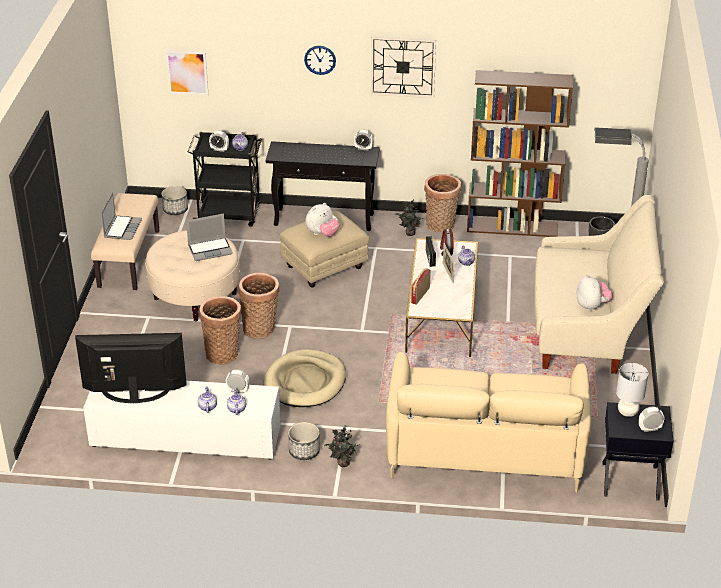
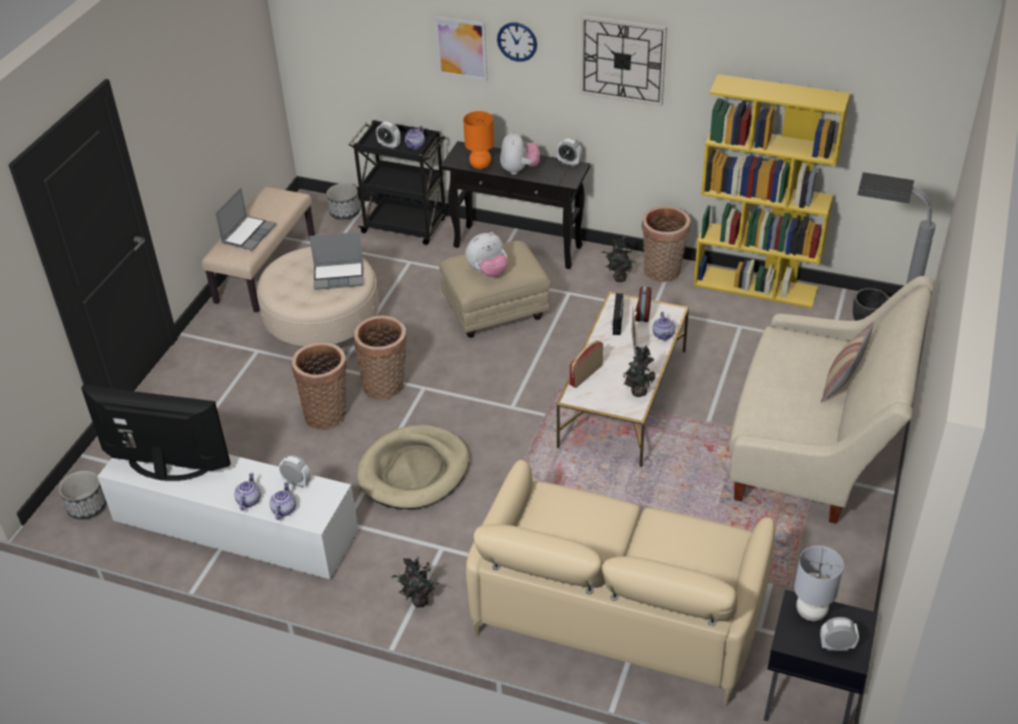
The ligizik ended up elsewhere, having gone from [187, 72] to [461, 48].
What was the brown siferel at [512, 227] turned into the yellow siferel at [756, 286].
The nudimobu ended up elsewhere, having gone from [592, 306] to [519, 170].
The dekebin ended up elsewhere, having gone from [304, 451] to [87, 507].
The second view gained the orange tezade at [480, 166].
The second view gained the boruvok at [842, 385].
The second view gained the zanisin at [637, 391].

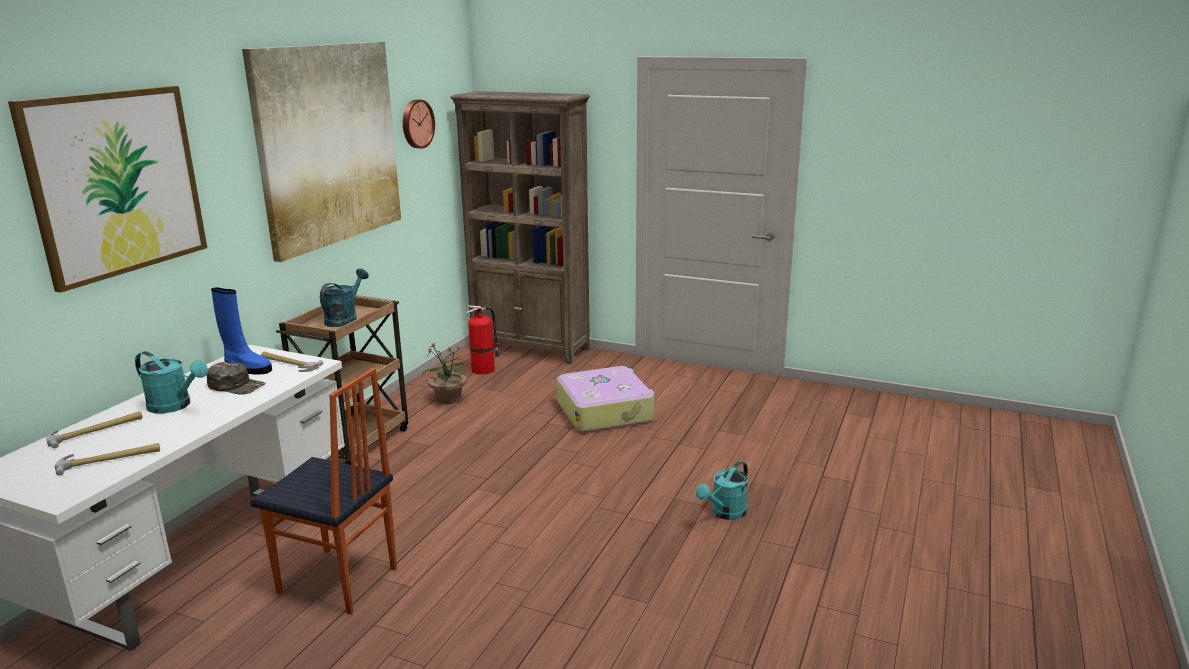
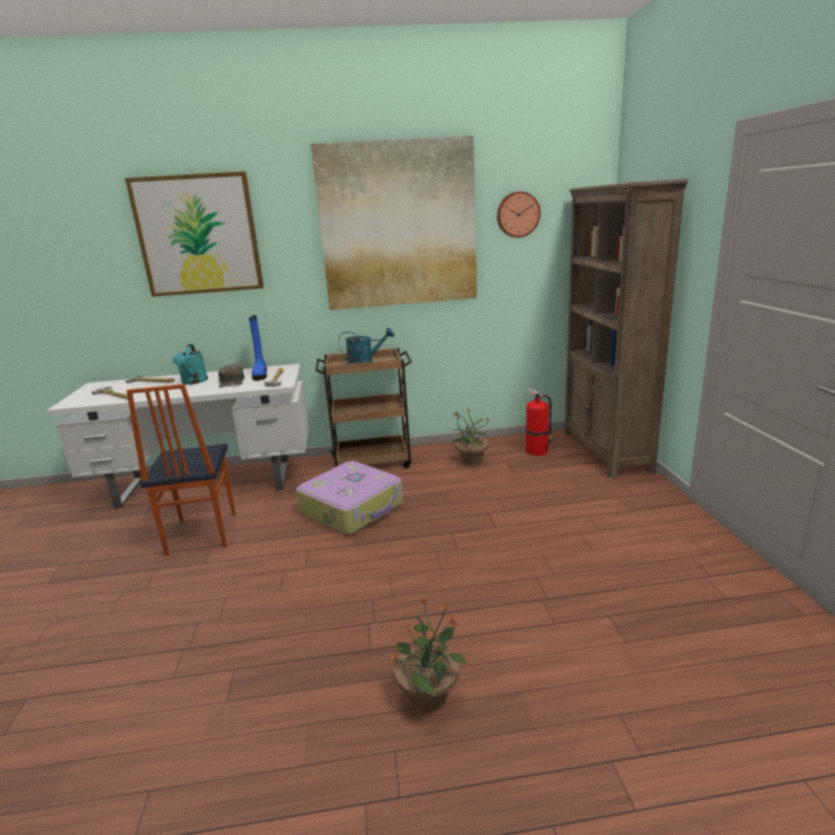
The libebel ended up elsewhere, having gone from [605, 411] to [353, 508].
Where the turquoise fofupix stood at [725, 513], the zanisin came to stand at [429, 694].

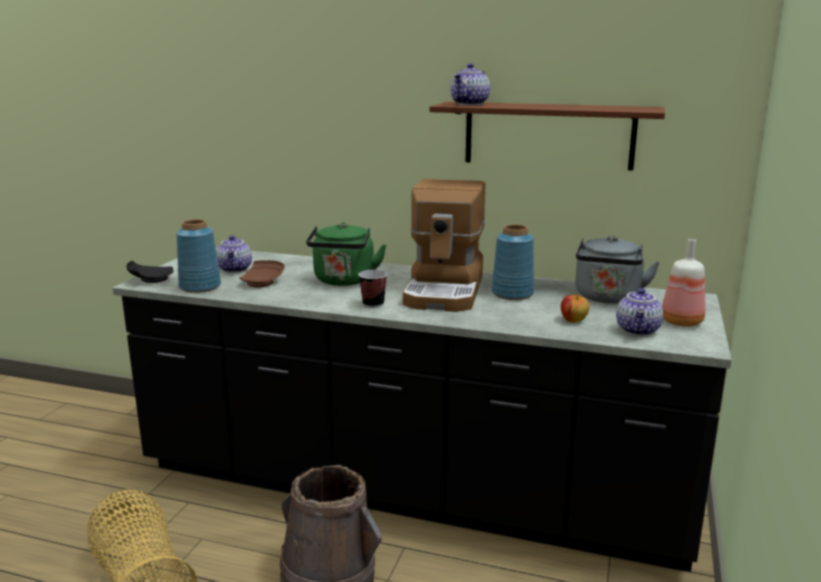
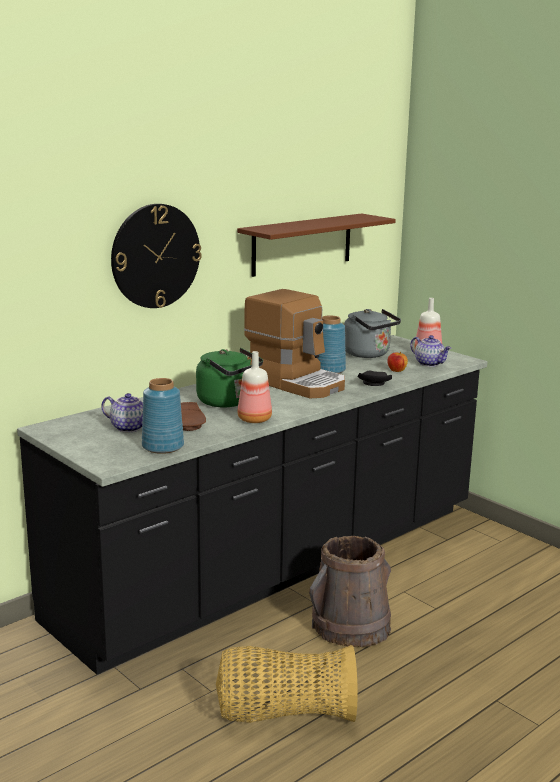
The second view lost the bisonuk at [470, 104].
The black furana ended up elsewhere, having gone from [150, 279] to [373, 384].
The second view lost the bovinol at [373, 304].
The second view gained the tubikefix at [155, 256].
The second view gained the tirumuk at [255, 420].

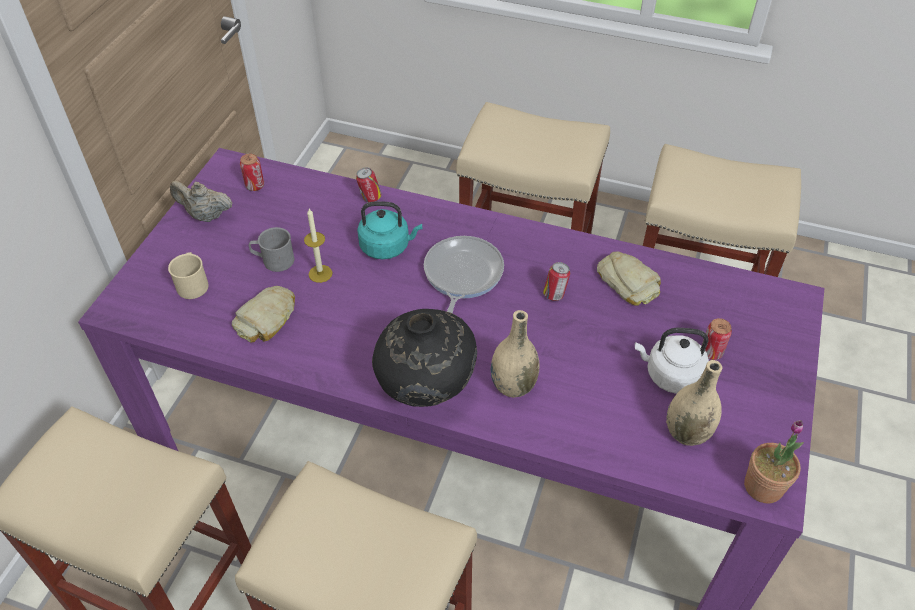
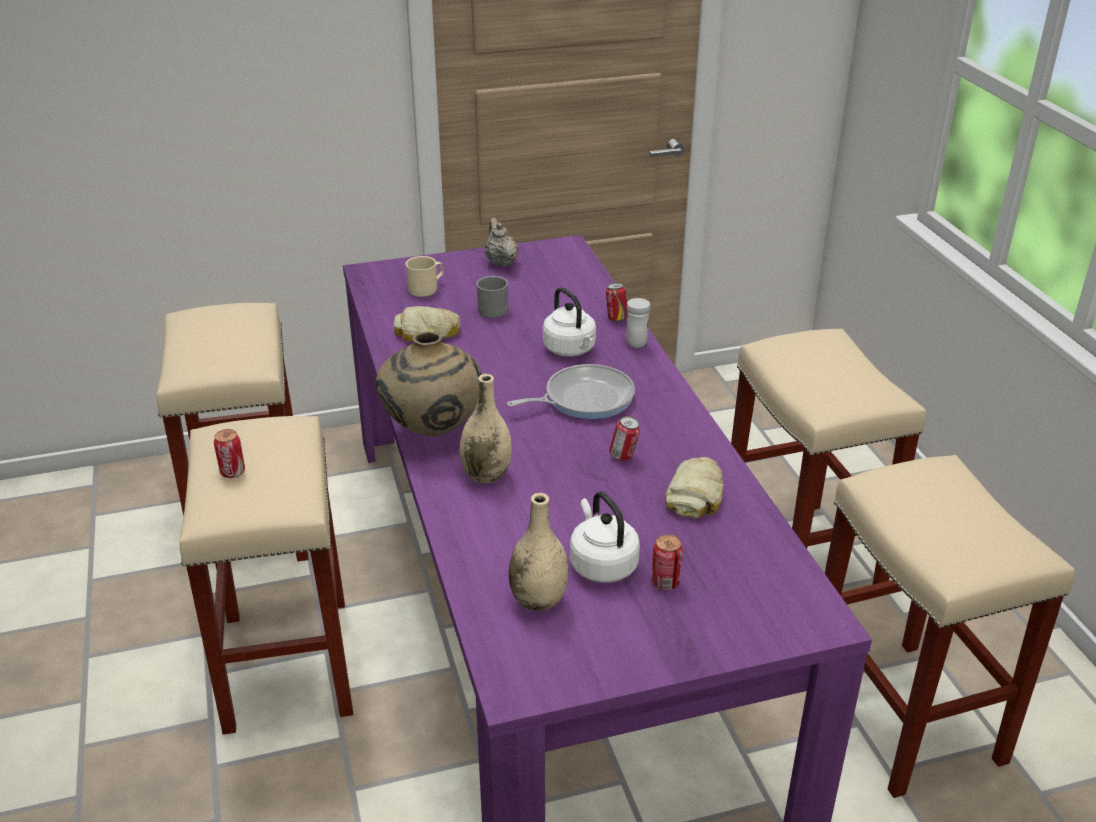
The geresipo ended up elsewhere, having gone from [255, 186] to [232, 472].
What was the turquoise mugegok at [387, 247] turned into the white mugegok at [571, 350].
The second view lost the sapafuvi at [320, 273].
What was the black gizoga at [425, 391] turned into the beige gizoga at [432, 432].
The second view lost the zanisin at [763, 486].
The second view gained the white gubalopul at [636, 341].

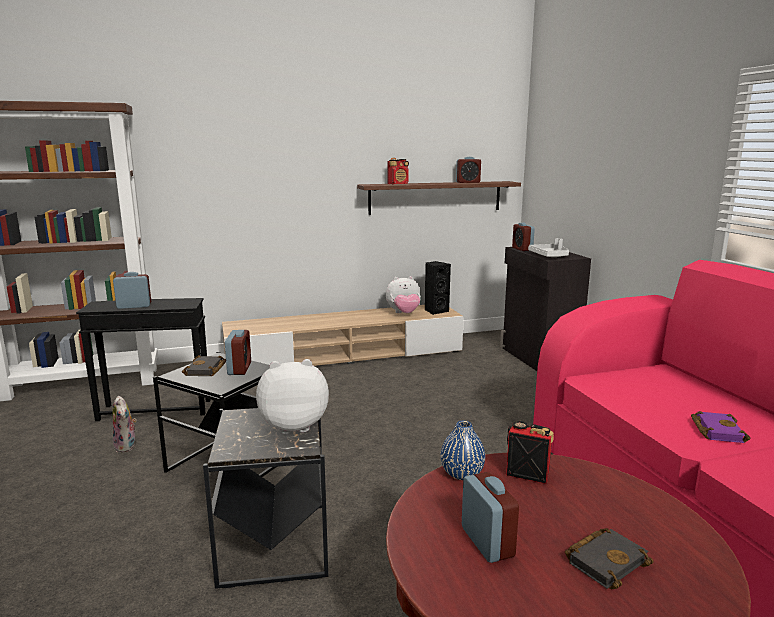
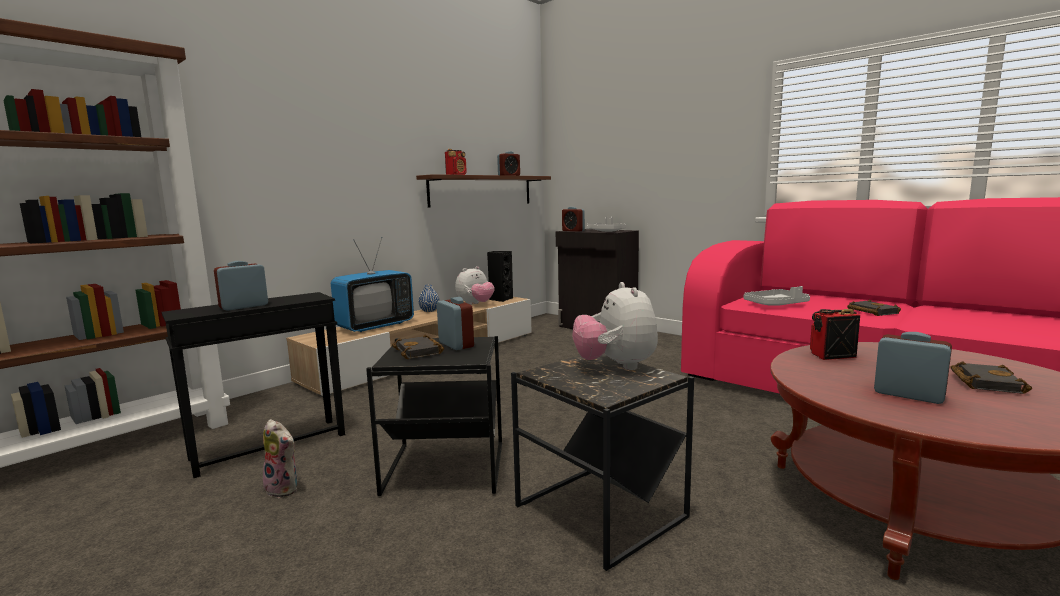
The nudimobu at [294, 425] ended up facing another way, 60 degrees counterclockwise from before.
What was the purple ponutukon at [715, 430] turned into the black ponutukon at [870, 311].
The blue gizoga ended up elsewhere, having gone from [462, 473] to [429, 310].
The second view gained the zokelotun at [375, 326].
The second view gained the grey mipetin at [776, 305].

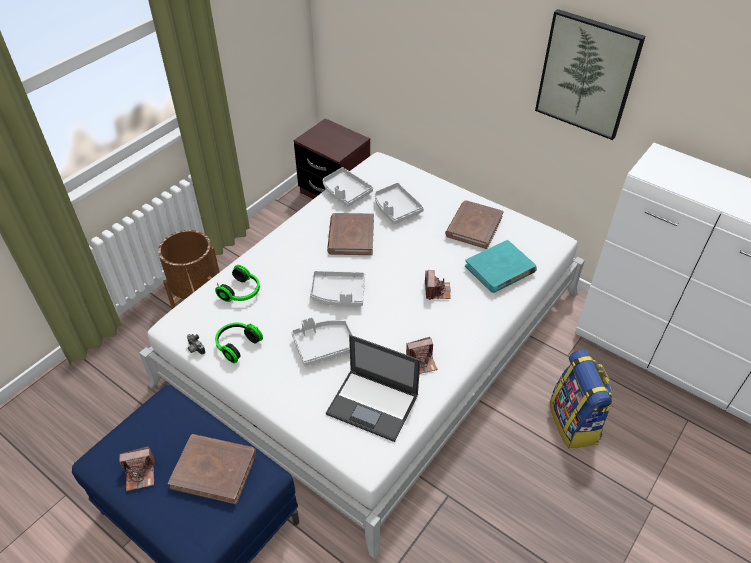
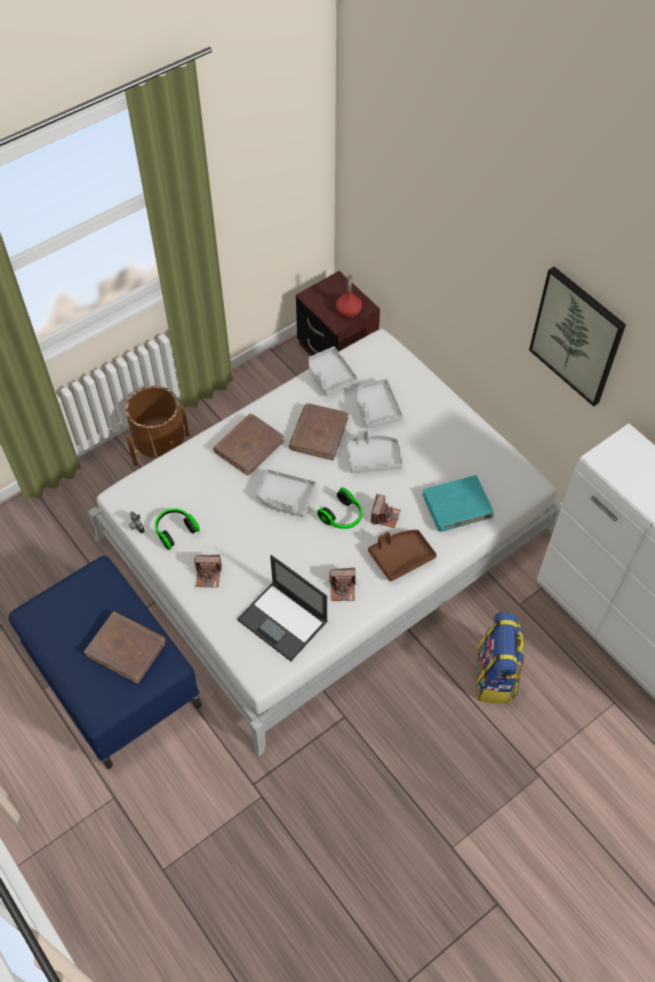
The brown ponutukon ended up elsewhere, having gone from [474, 226] to [248, 446].
The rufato ended up elsewhere, having gone from [242, 292] to [343, 516].
The grey mipetin ended up elsewhere, having gone from [324, 345] to [373, 457].
The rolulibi ended up elsewhere, having gone from [140, 474] to [208, 575].
The second view gained the red tirumuk at [349, 311].
The second view gained the brown mipetin at [401, 557].

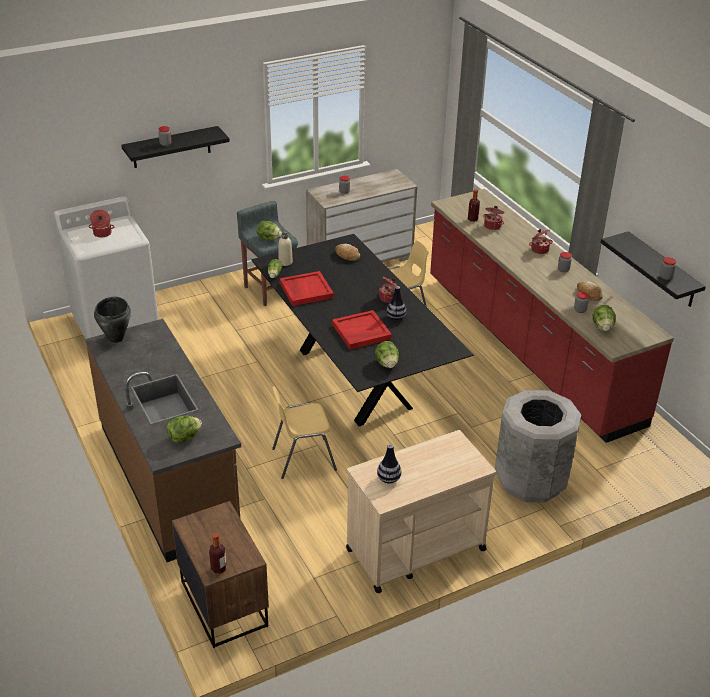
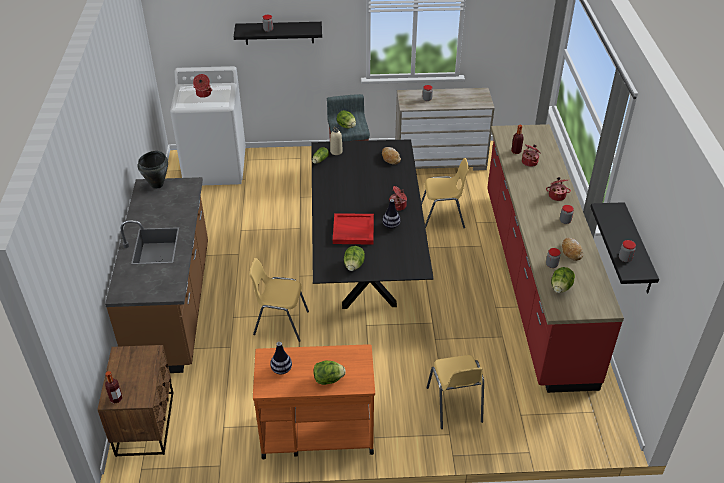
The second view lost the red mipetin at [305, 290].
Where the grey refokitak stood at [531, 481], the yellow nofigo came to stand at [454, 405].
The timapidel ended up elsewhere, having gone from [184, 438] to [328, 379].
What was the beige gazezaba at [414, 550] turned into the orange gazezaba at [316, 432].

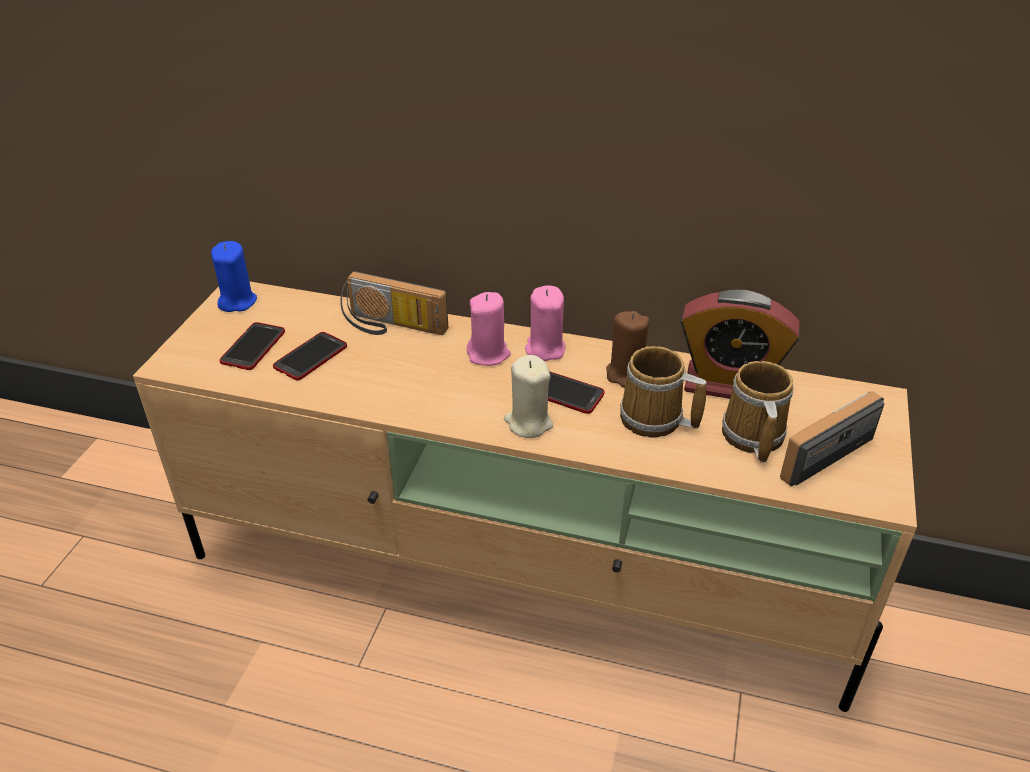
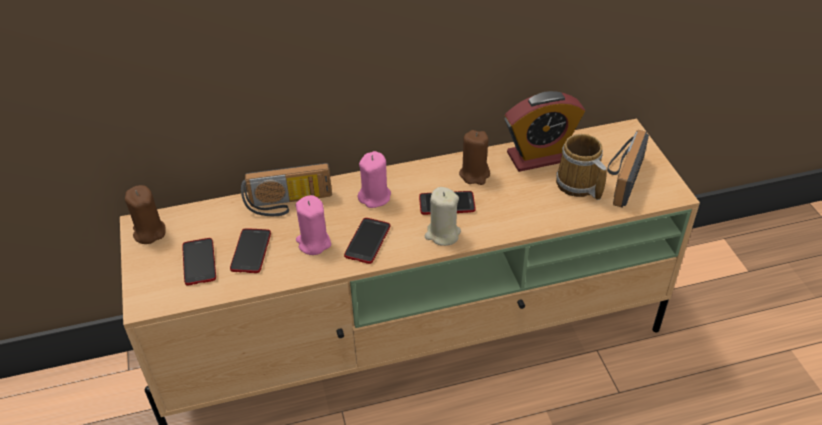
What was the blue sapafuvi at [237, 301] turned into the brown sapafuvi at [149, 232].
The pink sapafuvi ended up elsewhere, having gone from [544, 349] to [313, 243].
The second view lost the gubalopul at [654, 420].
The second view gained the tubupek at [367, 241].

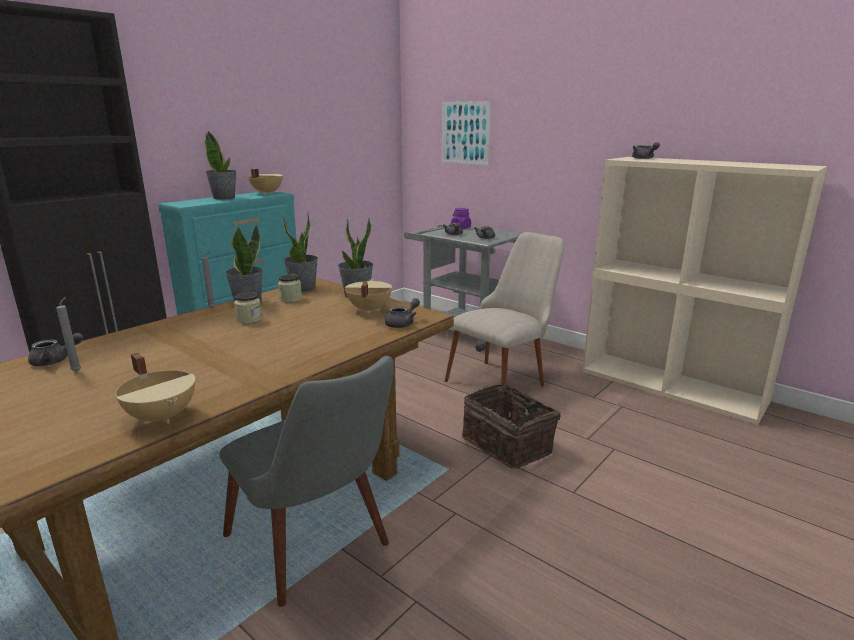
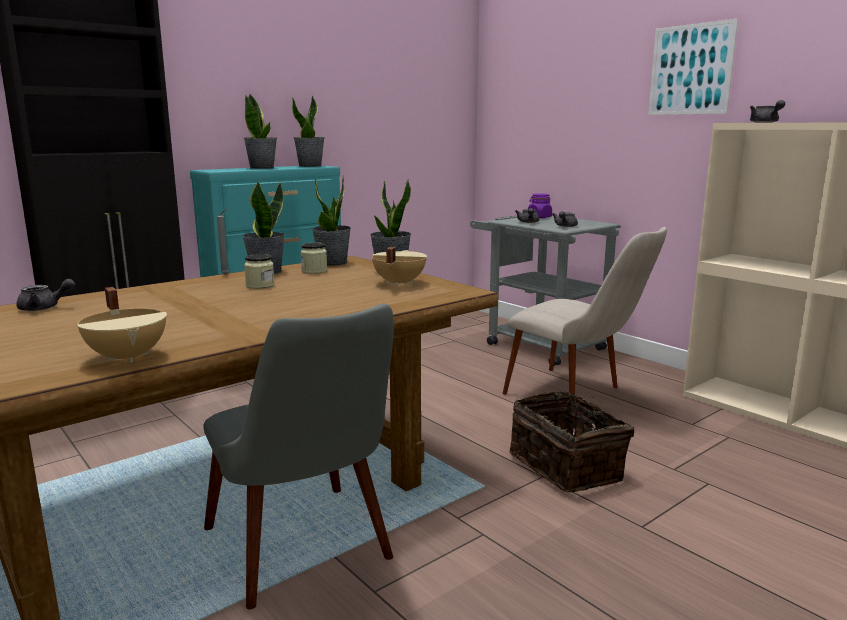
The ligizik ended up elsewhere, having gone from [465, 133] to [690, 69].
Where the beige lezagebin stood at [266, 193], the zanisin came to stand at [310, 166].
The beige nofigo at [504, 378] ended up facing another way, 75 degrees clockwise from before.
The second view lost the grey sapafuvi at [78, 371].
The second view lost the grey bisonuk at [403, 324].

